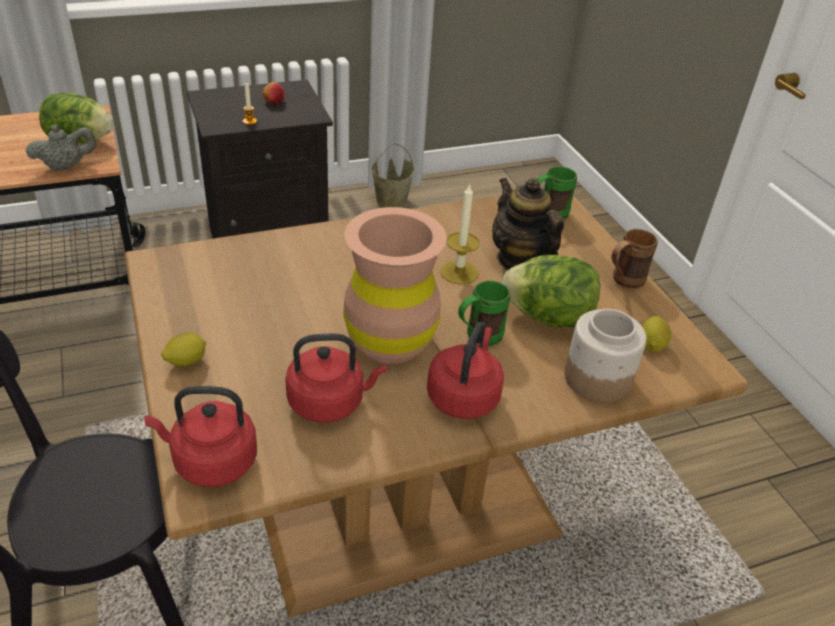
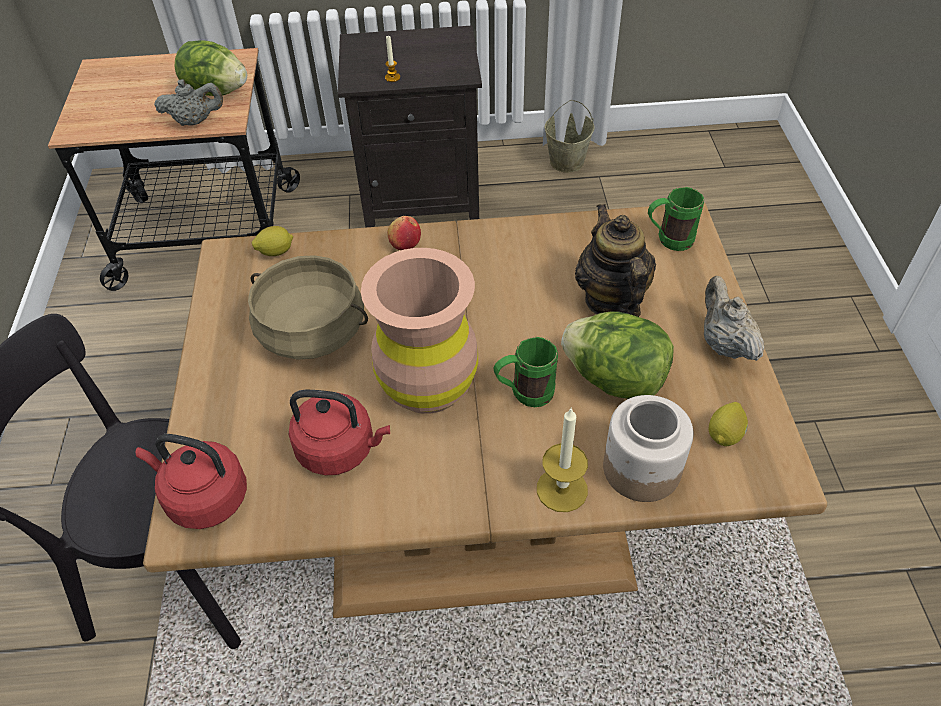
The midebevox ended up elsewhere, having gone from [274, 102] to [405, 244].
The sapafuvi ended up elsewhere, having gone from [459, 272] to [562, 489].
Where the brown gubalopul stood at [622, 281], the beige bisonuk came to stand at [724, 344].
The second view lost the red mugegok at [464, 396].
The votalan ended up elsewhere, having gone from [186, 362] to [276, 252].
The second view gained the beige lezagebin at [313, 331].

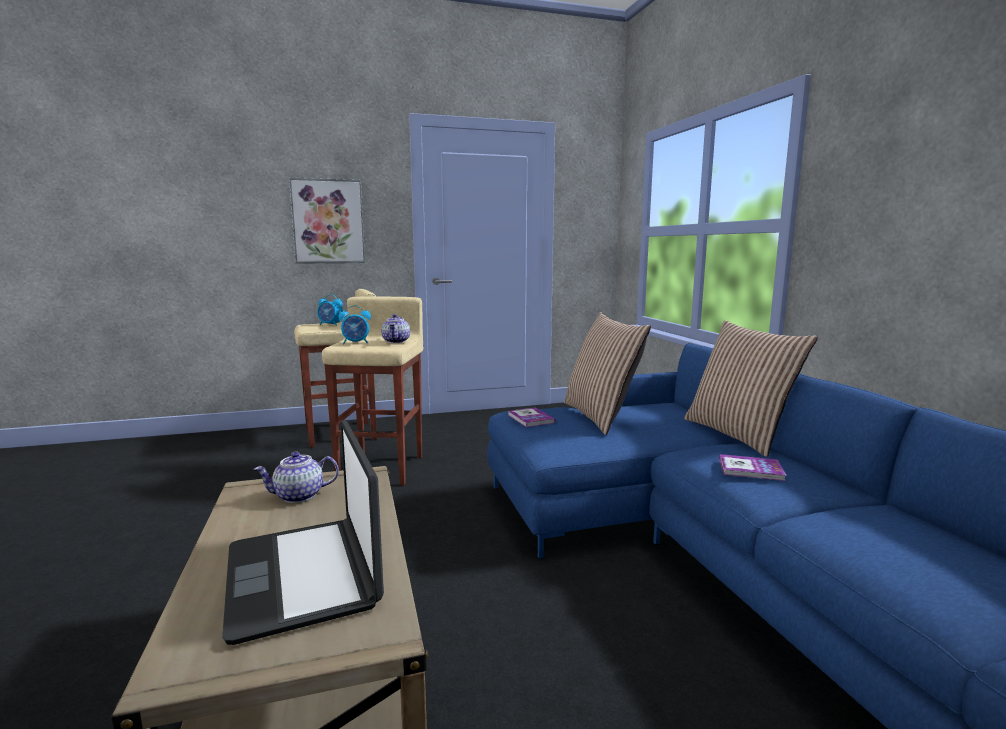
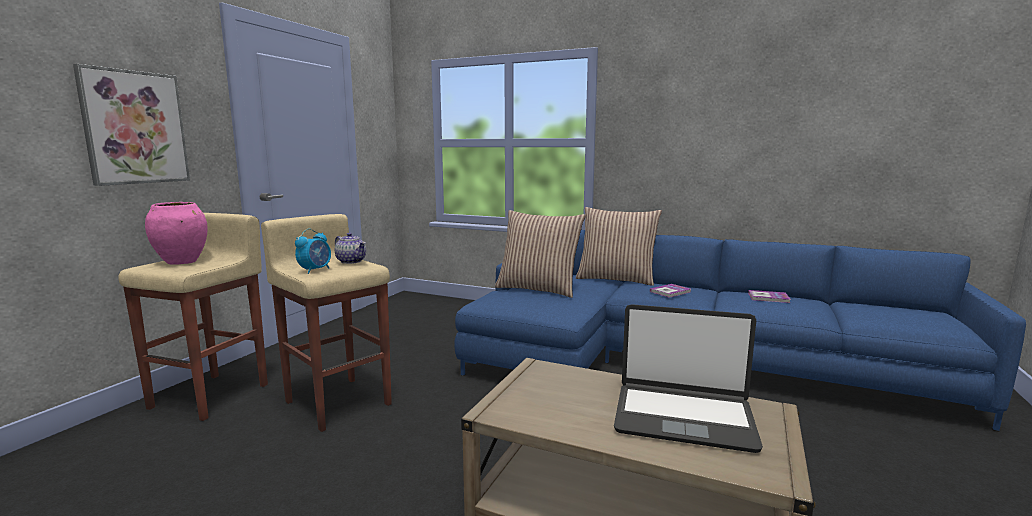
Where the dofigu stood at [330, 325], the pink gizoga came to stand at [182, 262].
The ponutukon ended up elsewhere, having gone from [530, 418] to [768, 297].
The second view lost the bisonuk at [298, 496].

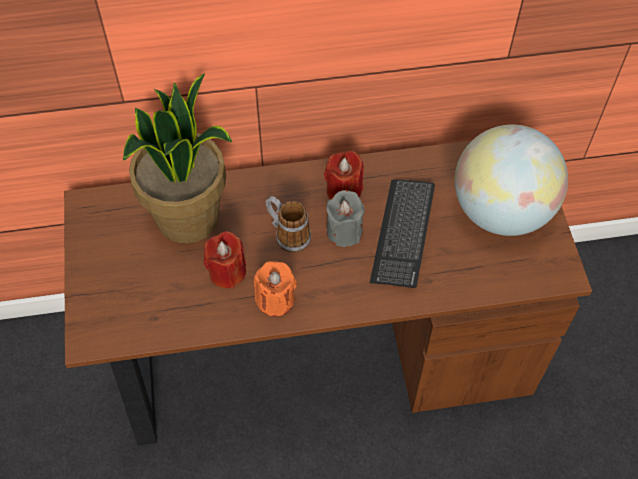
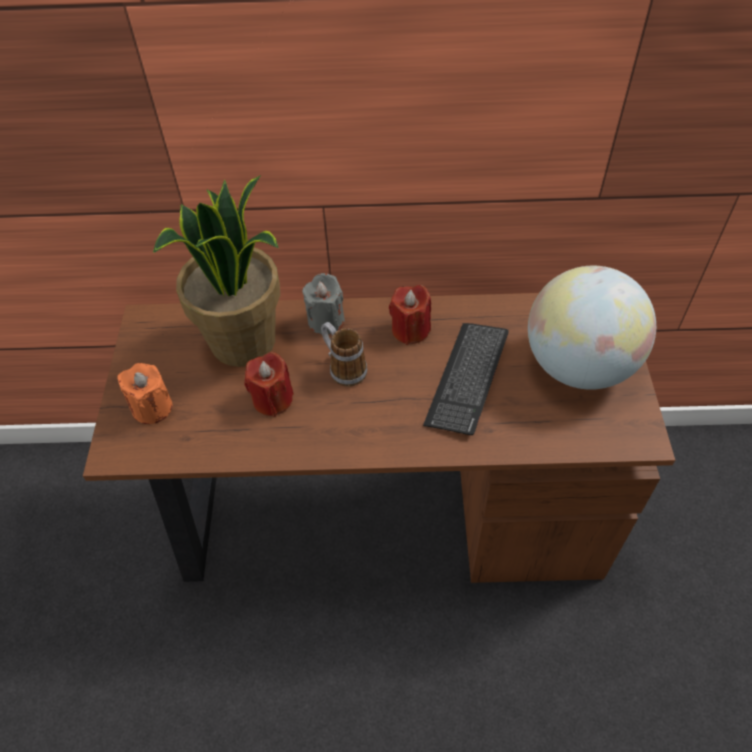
The grey sapafuvi ended up elsewhere, having gone from [344, 232] to [326, 320].
The orange sapafuvi ended up elsewhere, having gone from [275, 300] to [152, 408].

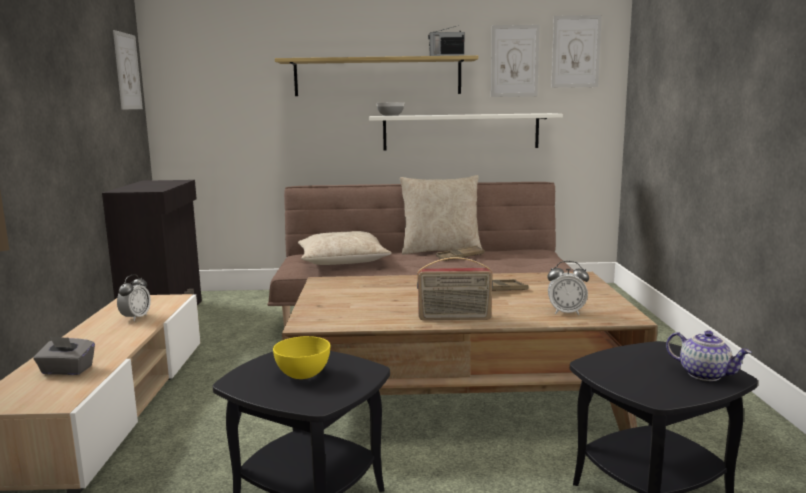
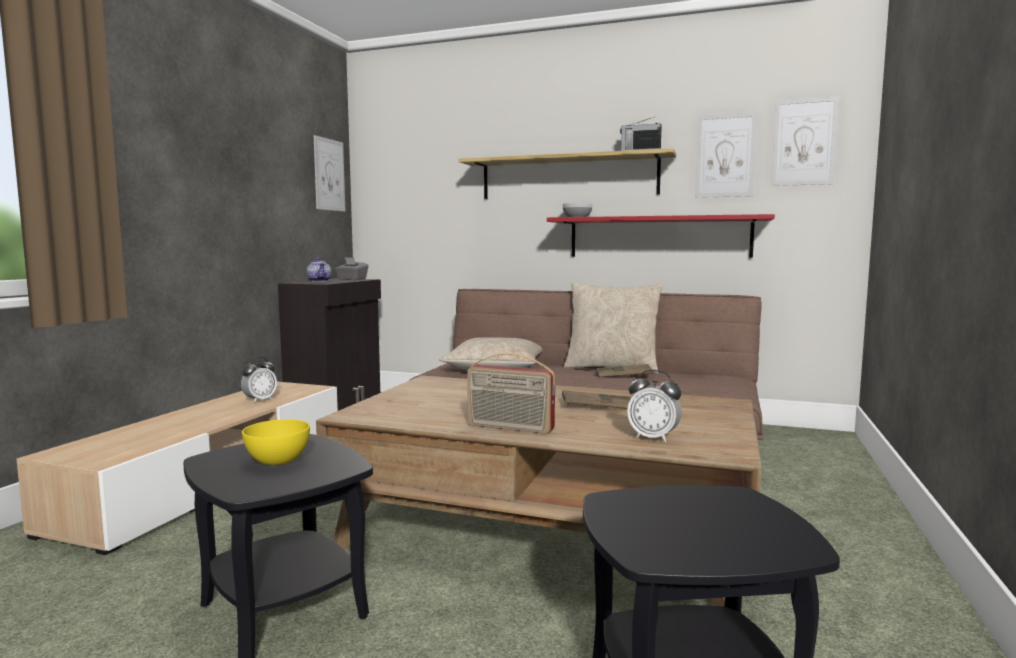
What was the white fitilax at [461, 132] turned into the red fitilax at [658, 237].
The bisonuk ended up elsewhere, having gone from [705, 374] to [320, 281].
The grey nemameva ended up elsewhere, having gone from [67, 370] to [352, 279].

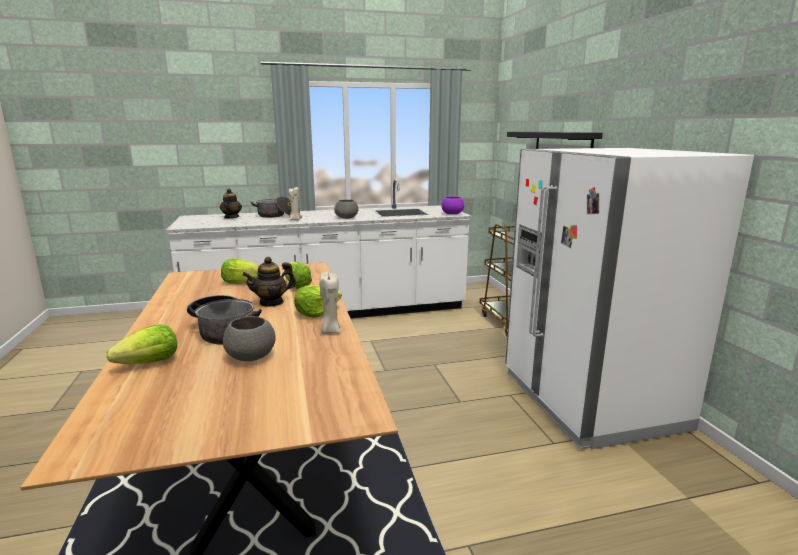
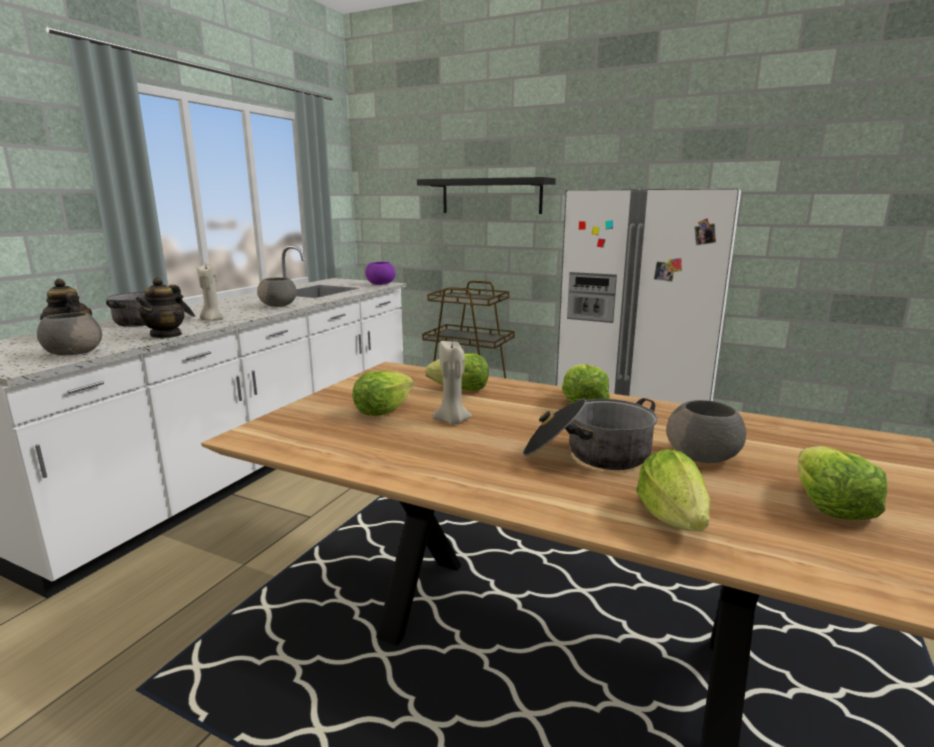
The bisonuk ended up elsewhere, having gone from [271, 302] to [166, 335].
The beige sapafuvi ended up elsewhere, having gone from [330, 331] to [452, 421].
The second view gained the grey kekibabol at [74, 353].
The second view gained the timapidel at [830, 506].

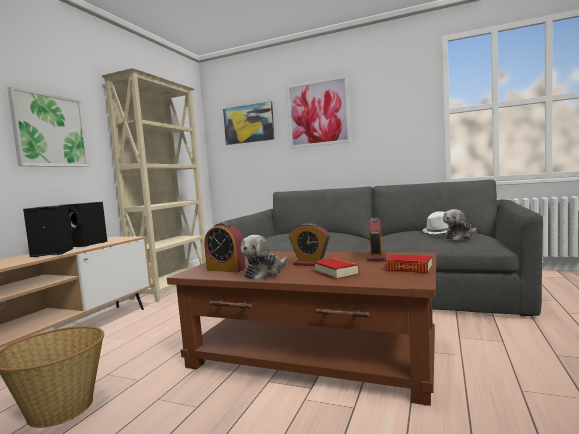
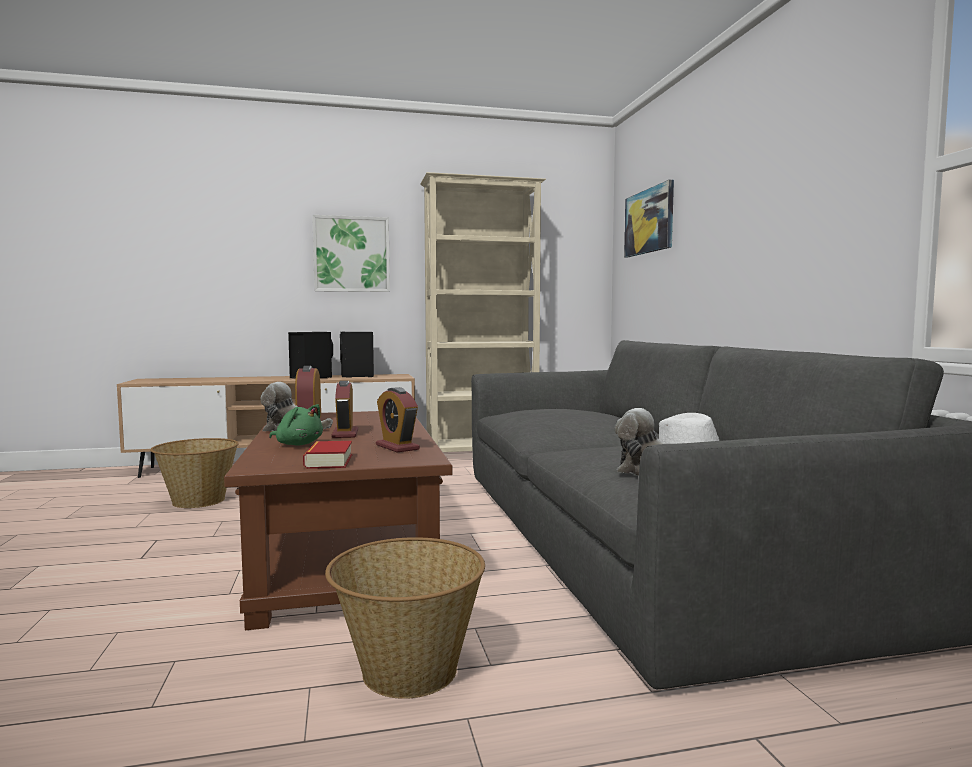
The second view lost the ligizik at [318, 113].
The dofigu at [376, 257] ended up facing another way, 105 degrees counterclockwise from before.
Where the ponutukon stood at [336, 273], the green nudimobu came to stand at [298, 444].
The second view gained the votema at [407, 670].

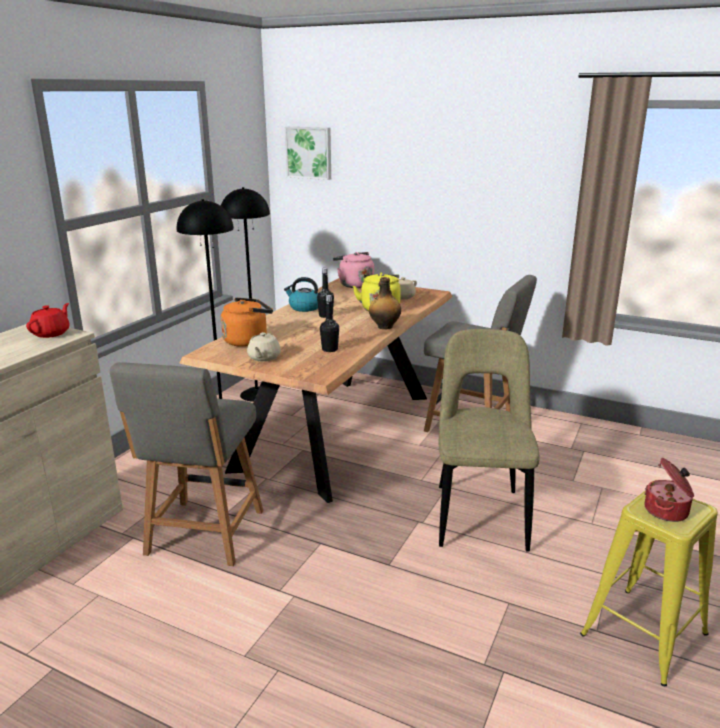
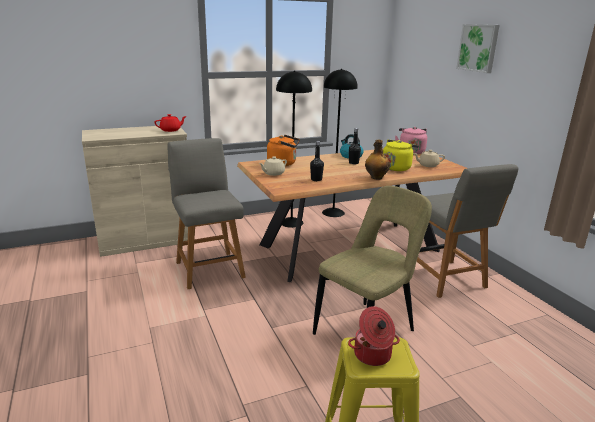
The ligizik ended up elsewhere, having gone from [309, 152] to [478, 48].
The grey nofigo at [204, 535] ended up facing another way, 105 degrees clockwise from before.

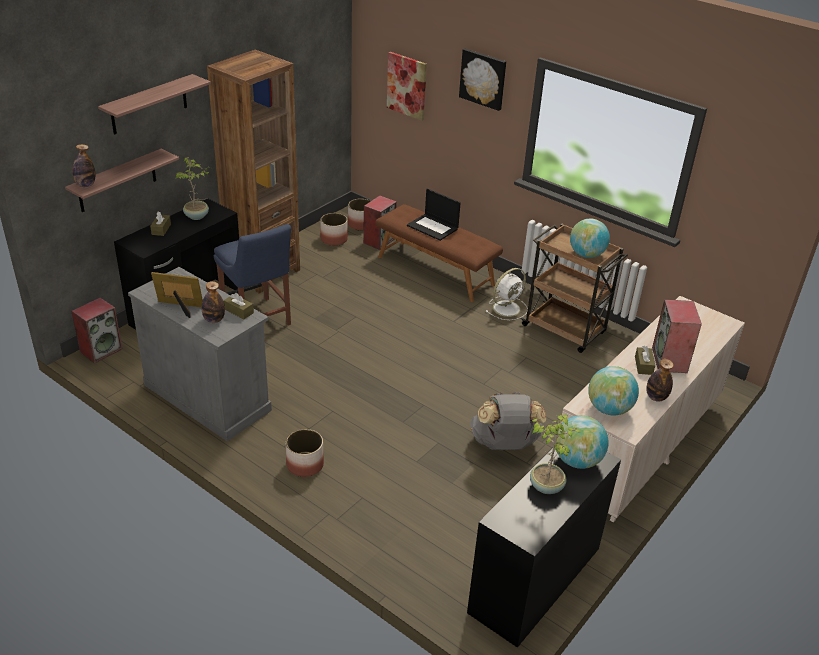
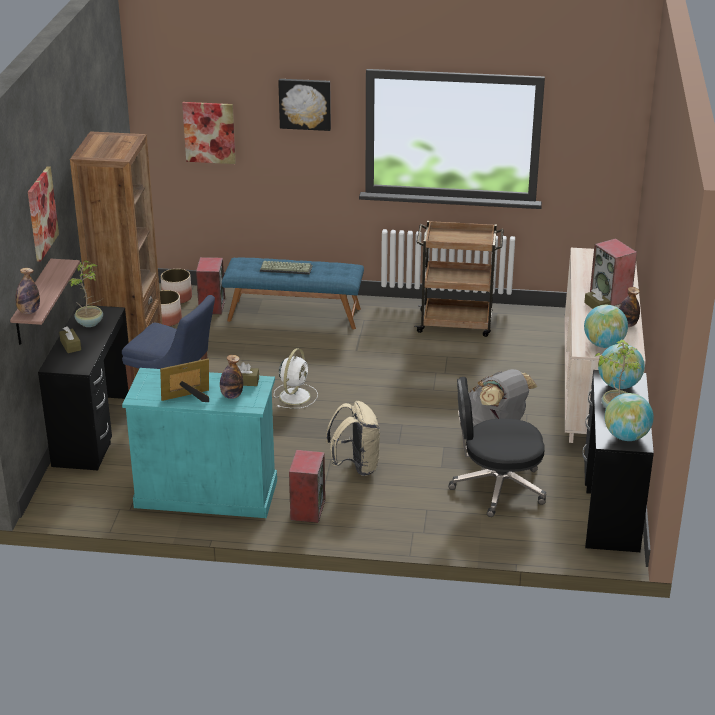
Where the fitilax hung at [149, 105], the ligizik came to hang at [41, 213].
Where the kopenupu stood at [433, 227], the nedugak came to stand at [286, 268].
What was the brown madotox at [436, 270] turned into the blue madotox at [294, 314].
The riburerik ended up elsewhere, having gone from [586, 254] to [626, 436].
What was the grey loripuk at [207, 397] turned into the turquoise loripuk at [206, 493].
The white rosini ended up elsewhere, having gone from [507, 308] to [295, 395].
The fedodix ended up elsewhere, having gone from [101, 350] to [307, 509].
The second view lost the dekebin at [305, 465].
The second view gained the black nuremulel at [496, 487].
The second view gained the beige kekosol at [356, 466].

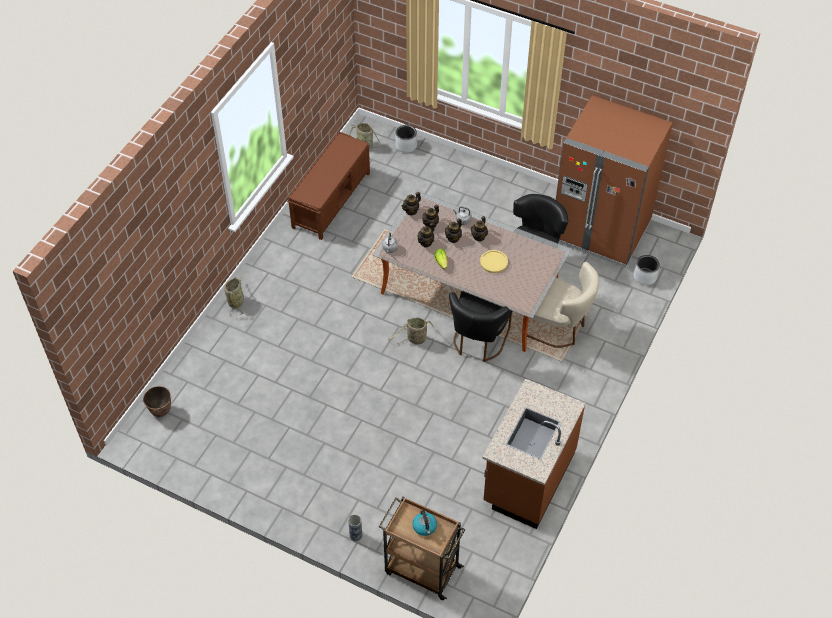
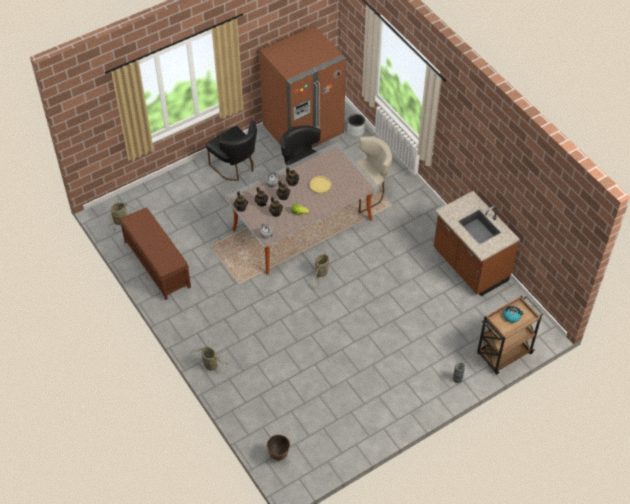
The second view lost the grey dekebin at [406, 146].
The black nofigo ended up elsewhere, having gone from [478, 342] to [235, 167].

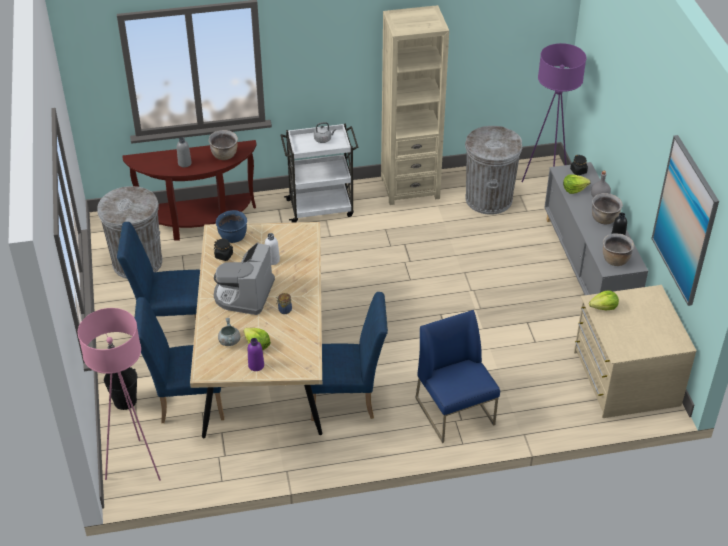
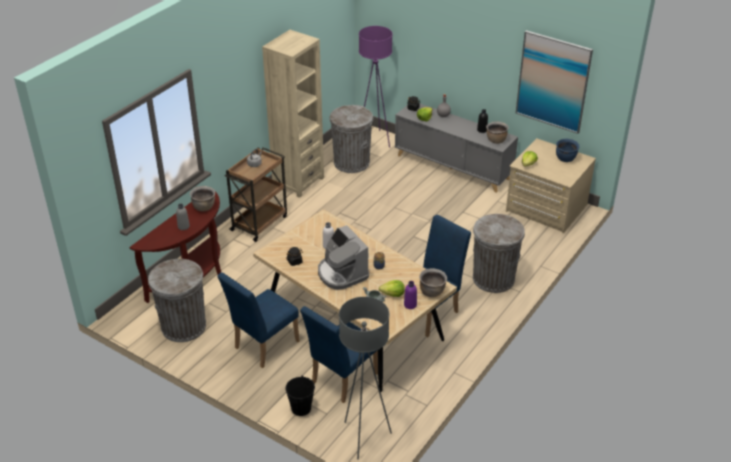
What was the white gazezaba at [321, 208] turned into the brown gazezaba at [260, 223].
The brown lezagebin ended up elsewhere, having gone from [604, 219] to [432, 292].
The blue lezagebin ended up elsewhere, having gone from [233, 237] to [565, 159].
What was the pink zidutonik at [135, 465] turned into the grey zidutonik at [364, 437].
Where the blue nofigo stood at [455, 411], the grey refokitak came to stand at [493, 278].

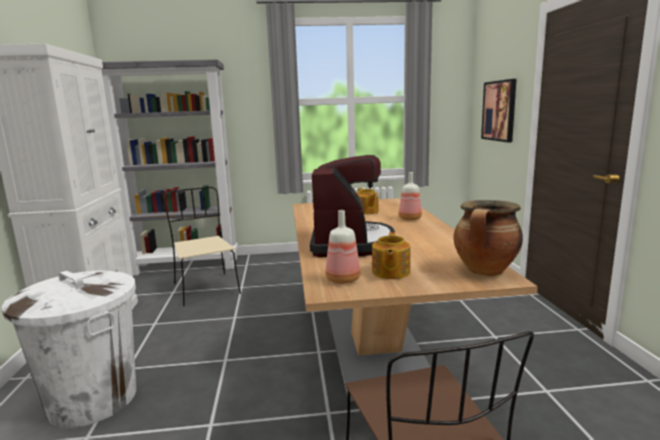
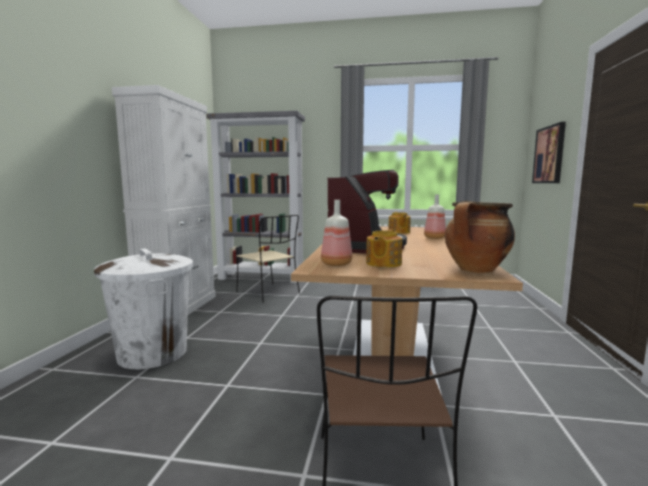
The beige nofigo at [205, 288] ended up facing another way, 150 degrees clockwise from before.

